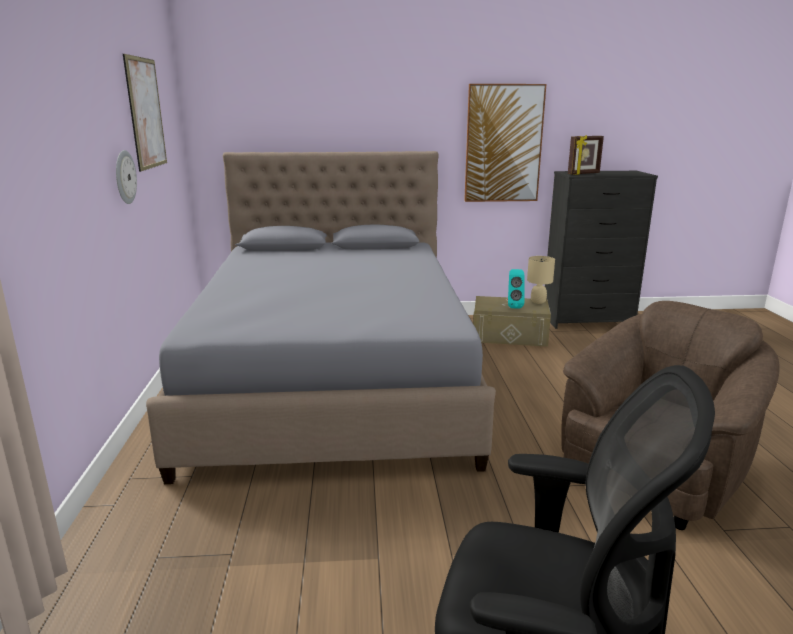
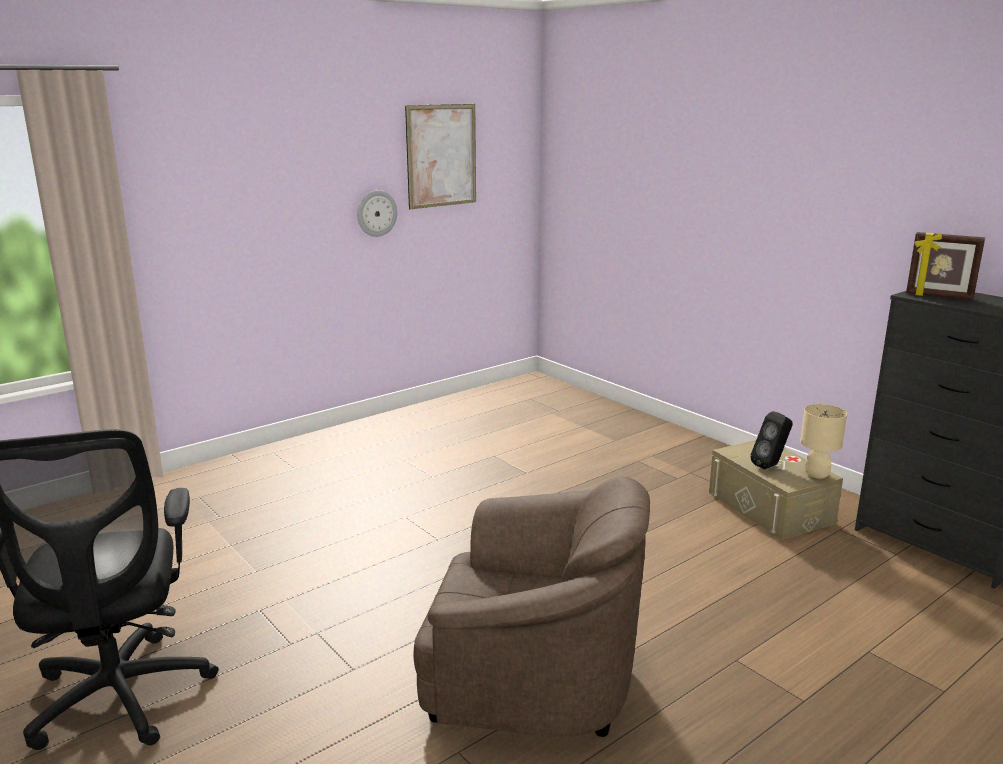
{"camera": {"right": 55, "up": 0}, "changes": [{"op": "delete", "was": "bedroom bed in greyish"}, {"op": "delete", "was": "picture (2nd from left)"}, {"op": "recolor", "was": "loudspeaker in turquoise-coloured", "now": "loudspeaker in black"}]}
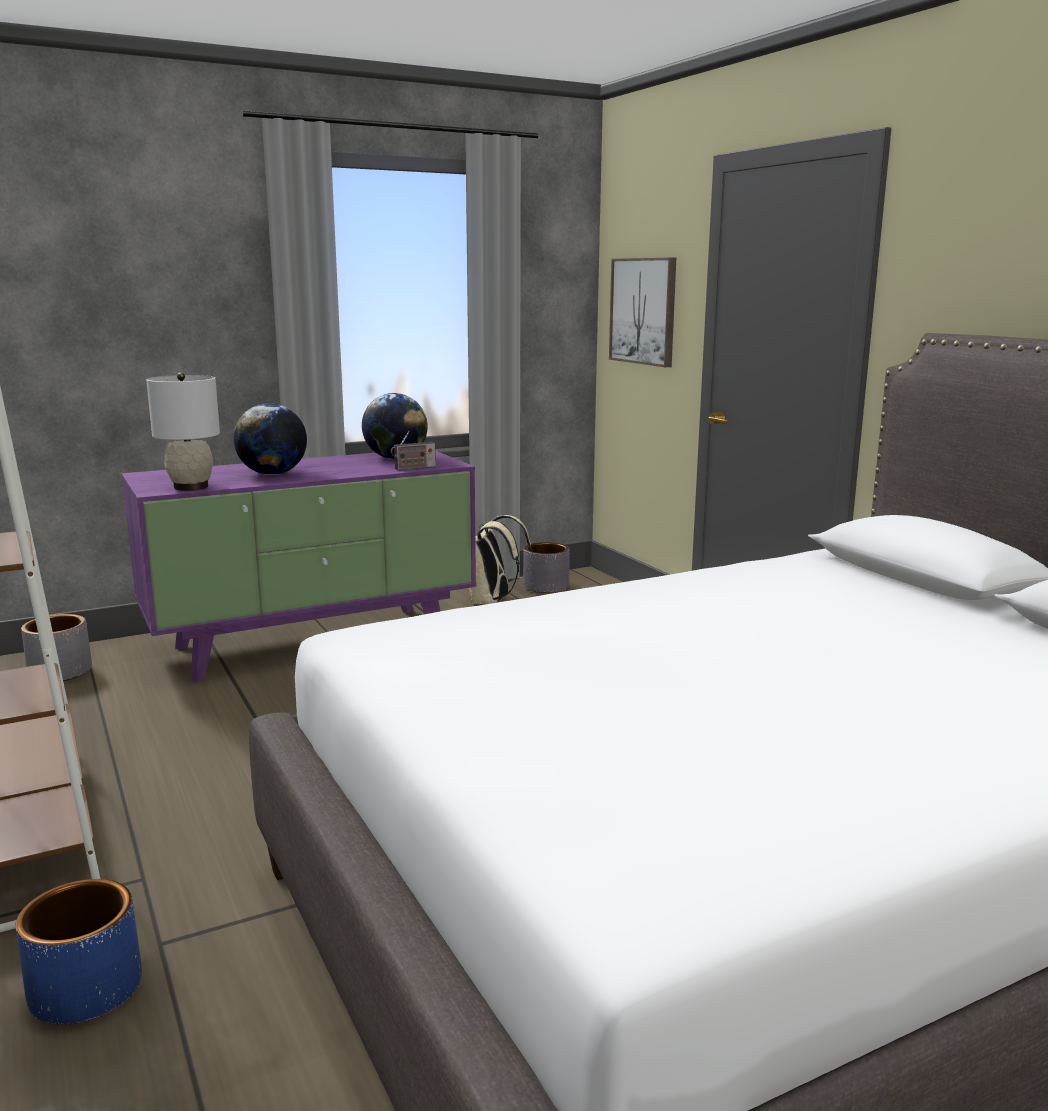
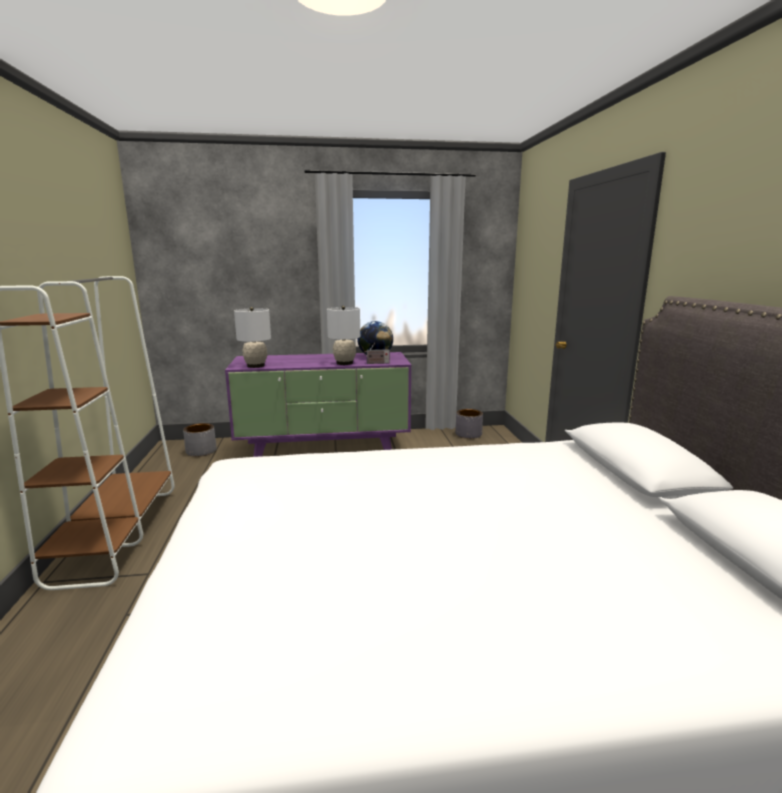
{"camera": {"right": 20, "up": 0}, "changes": [{"op": "delete", "was": "plant pot in blue-coloured"}, {"op": "delete", "was": "desk globe (1st from left)"}, {"op": "delete", "was": "rucksack in beige"}, {"op": "delete", "was": "picture"}, {"op": "insert", "now": "tabletop lamp in whitish (2nd from left)"}]}
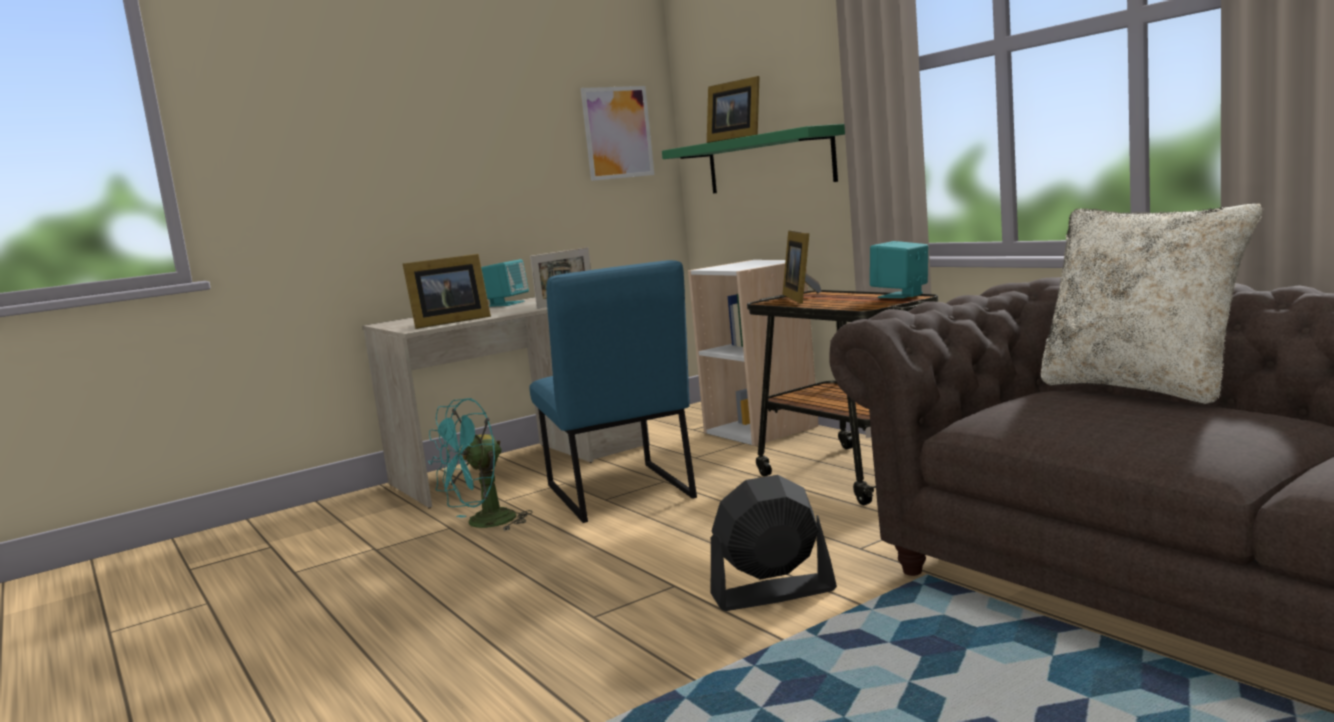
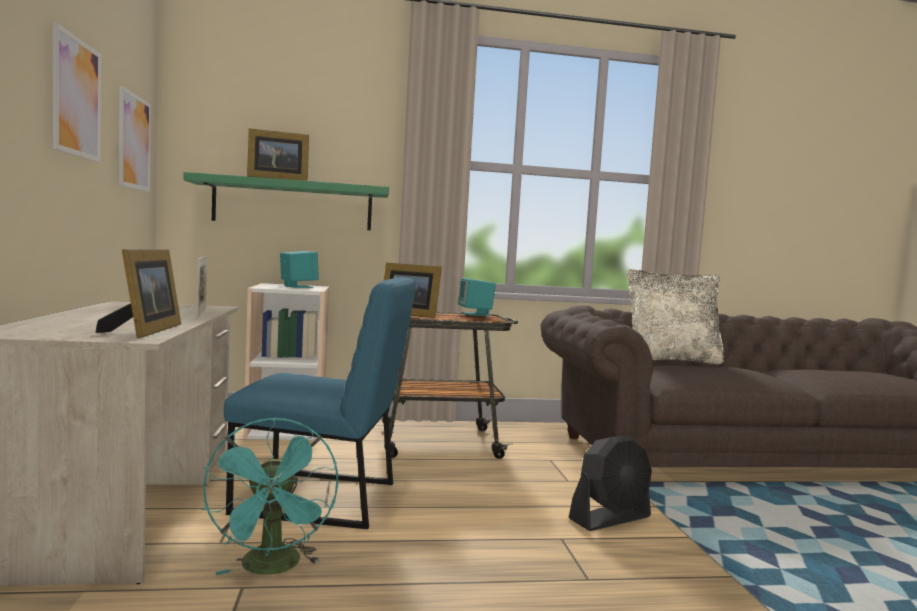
{"camera": {"right": -65, "up": -5}, "changes": [{"op": "insert", "now": "picture (1st from left)"}, {"op": "move", "was": "loudspeaker in turquoise-coloured (1st from left)"}, {"op": "rotate", "was": "electric fan in black", "clockwise": -135}]}
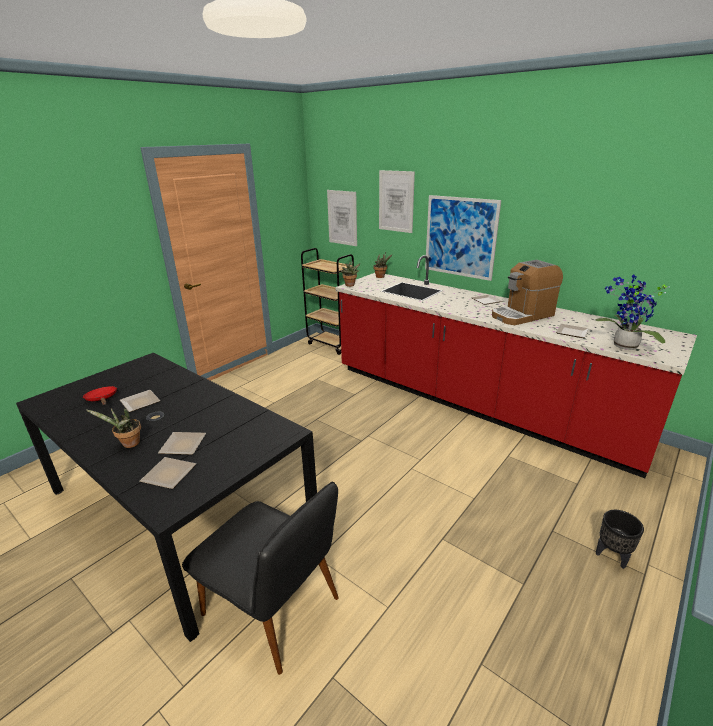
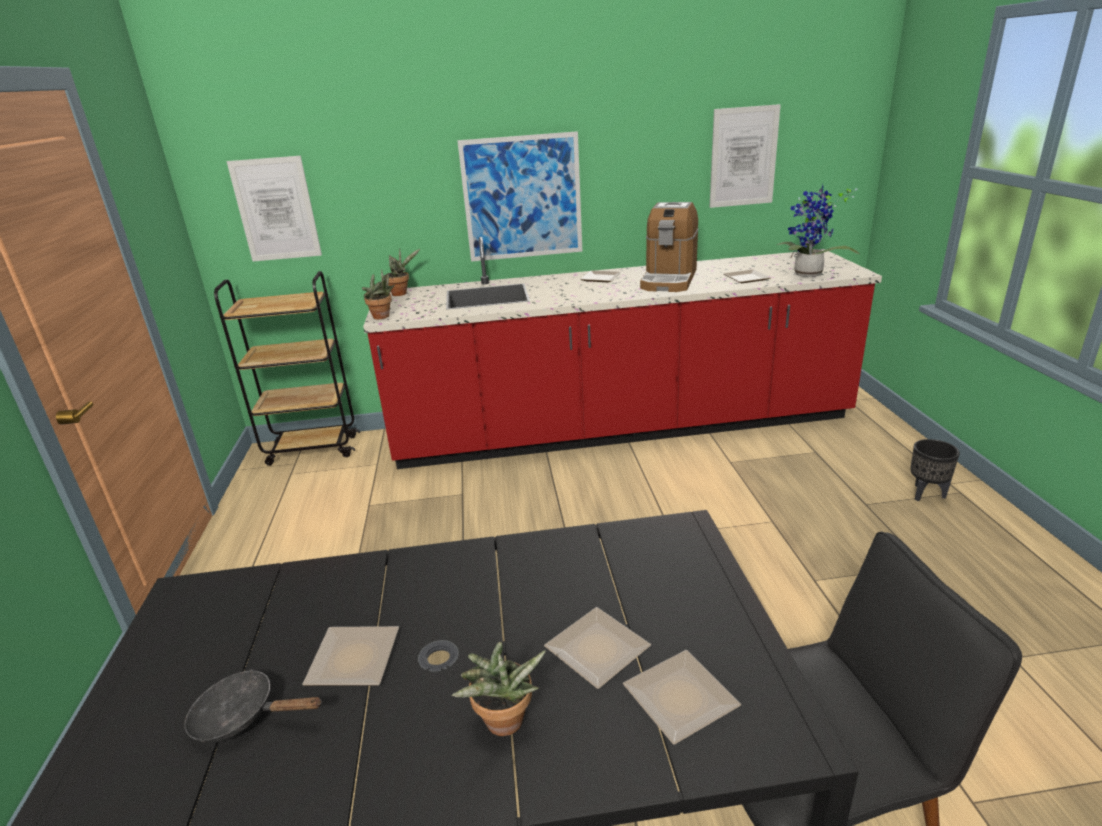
{"camera": {"right": -45, "up": 0}, "changes": [{"op": "move", "was": "picture (2nd from left in the first image)", "now": "picture (3rd from left)"}, {"op": "recolor", "was": "skillet in reddish", "now": "skillet in black"}]}
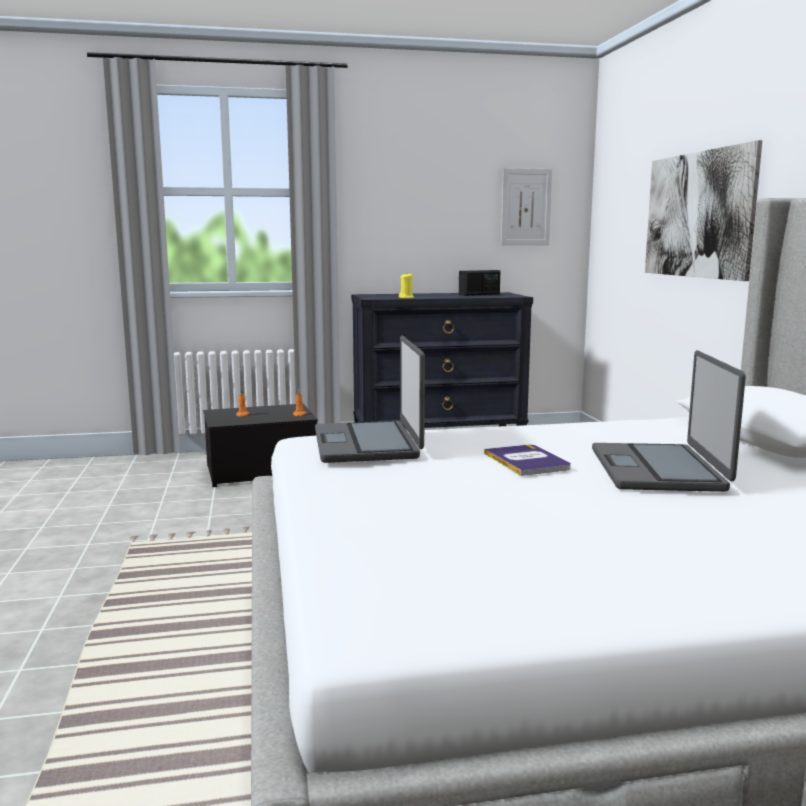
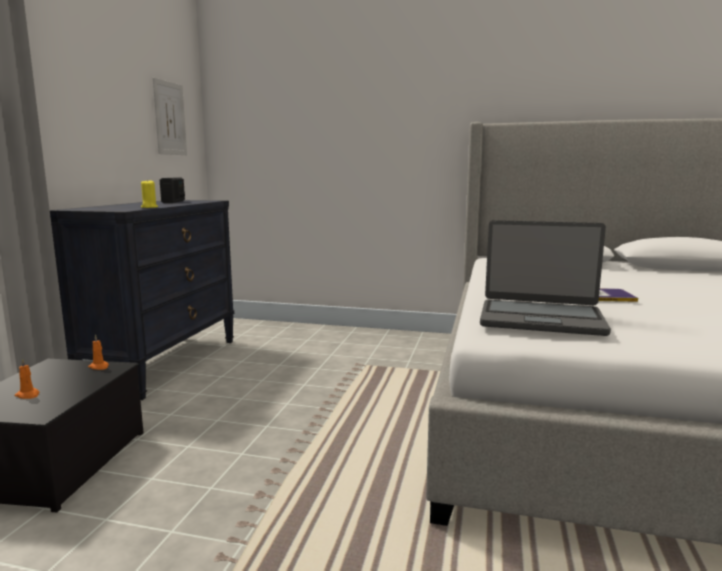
{"camera": {"right": -65, "up": 0}, "changes": [{"op": "delete", "was": "laptop (2nd from left)"}, {"op": "delete", "was": "picture (2nd from left)"}]}
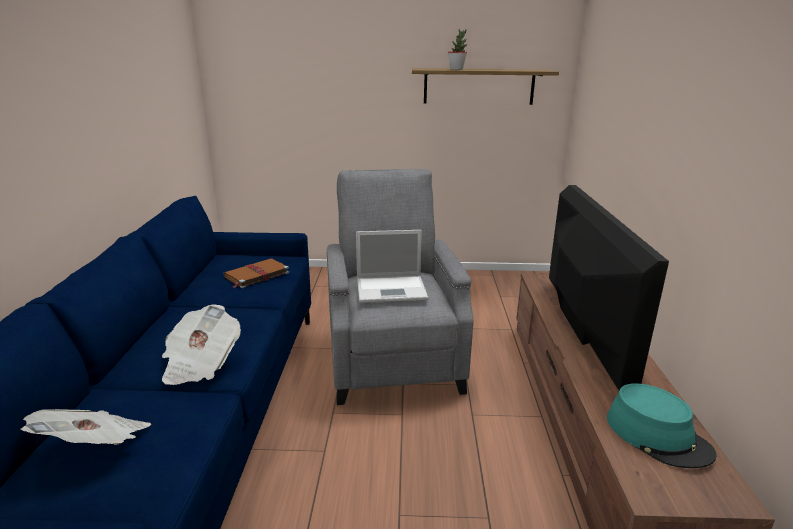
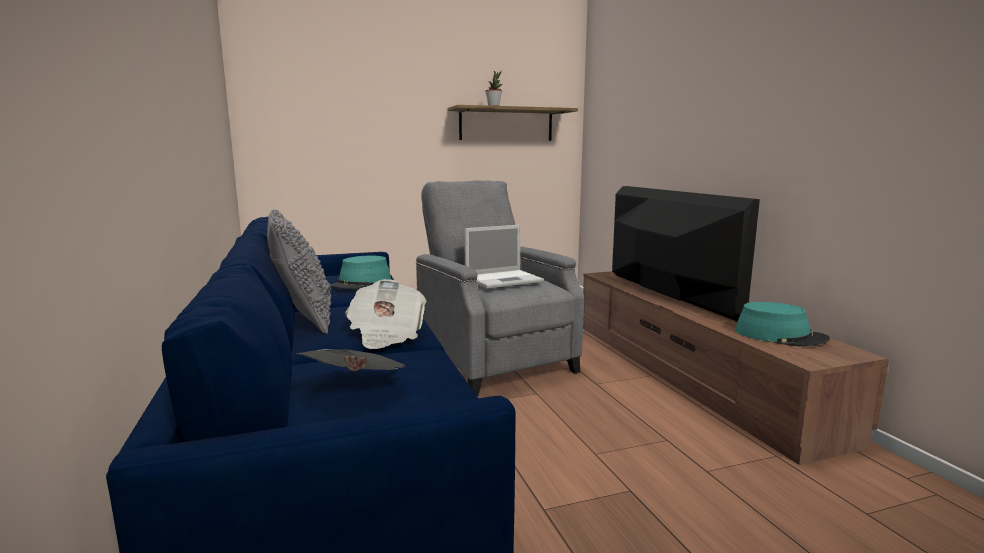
{"camera": {"right": -20, "up": -10}, "changes": [{"op": "insert", "now": "throw pillow in greyish"}, {"op": "replace", "was": "book in brown", "now": "clothing hat in turquoise-coloured (1st from left)"}]}
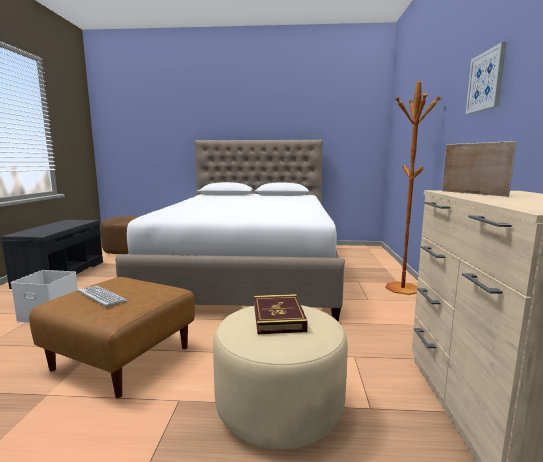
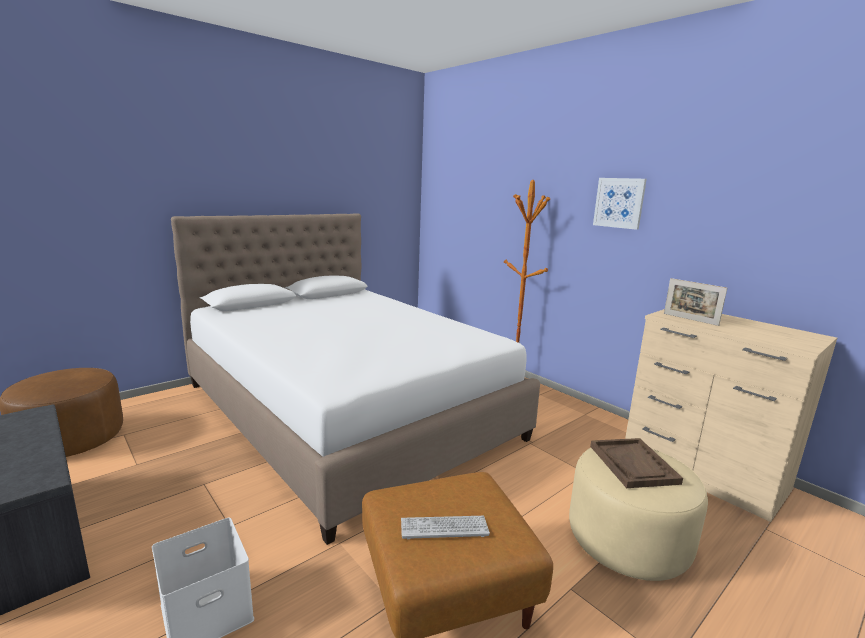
{"camera": {"right": -45, "up": 5}, "changes": [{"op": "replace", "was": "book", "now": "tray in brown"}, {"op": "rotate", "was": "photo frame", "clockwise": -150}]}
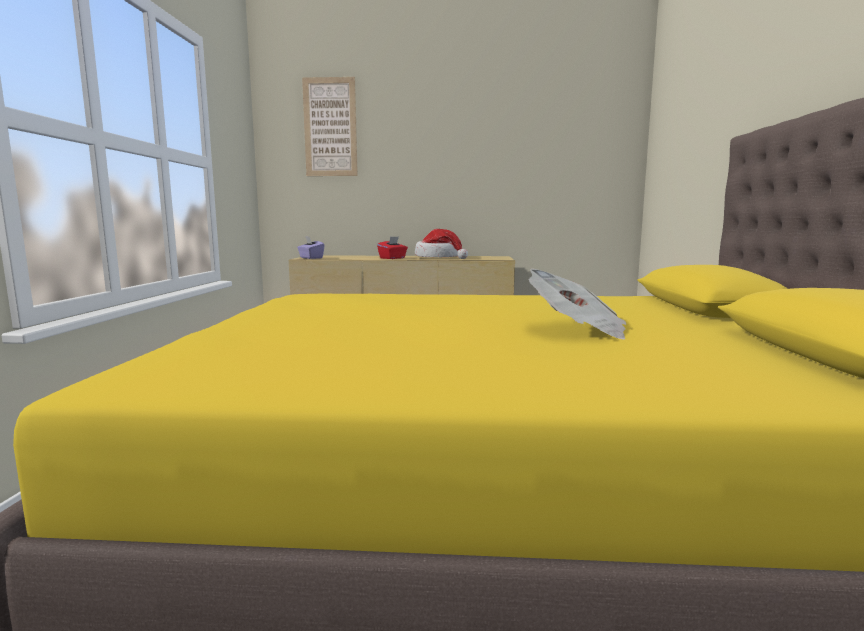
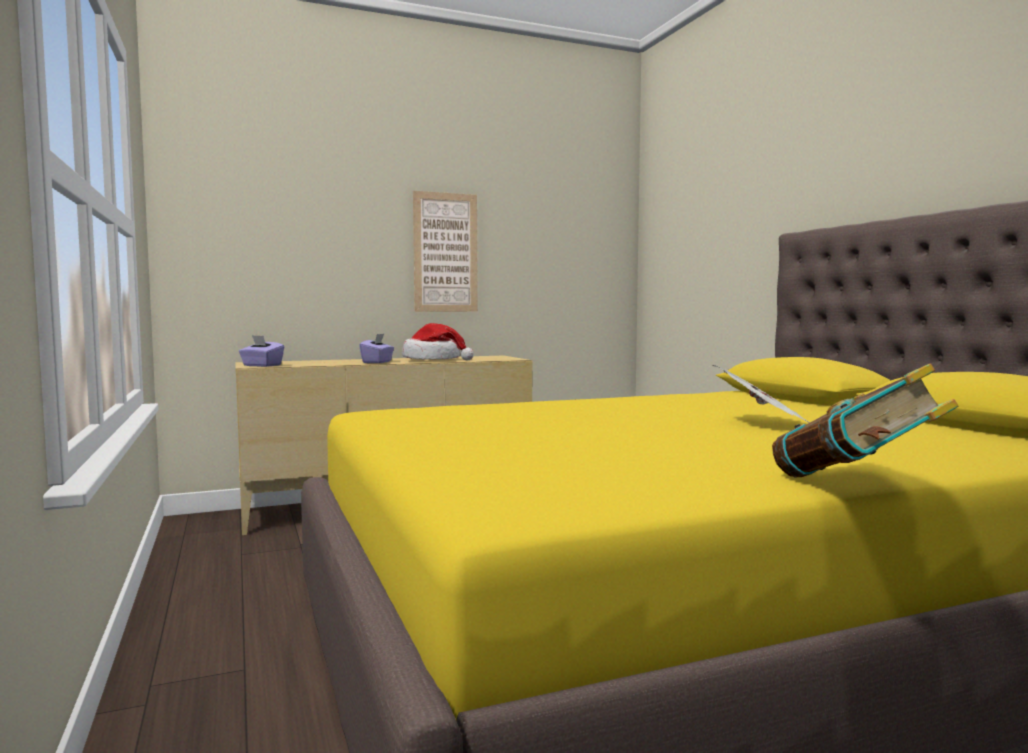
{"camera": {"right": -25, "up": -5}, "changes": [{"op": "insert", "now": "book"}, {"op": "move", "was": "picture"}, {"op": "recolor", "was": "box of tissues in reddish", "now": "box of tissues in purple (2nd from left)"}]}
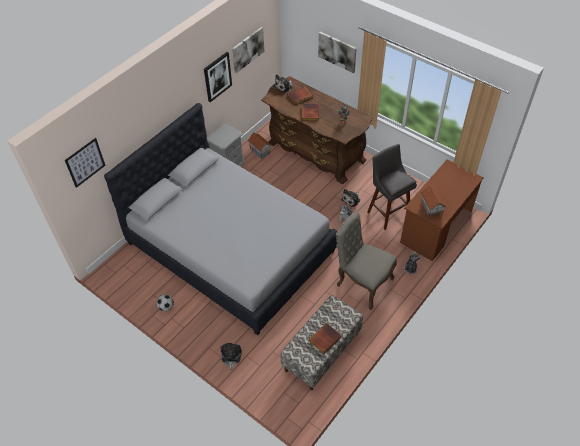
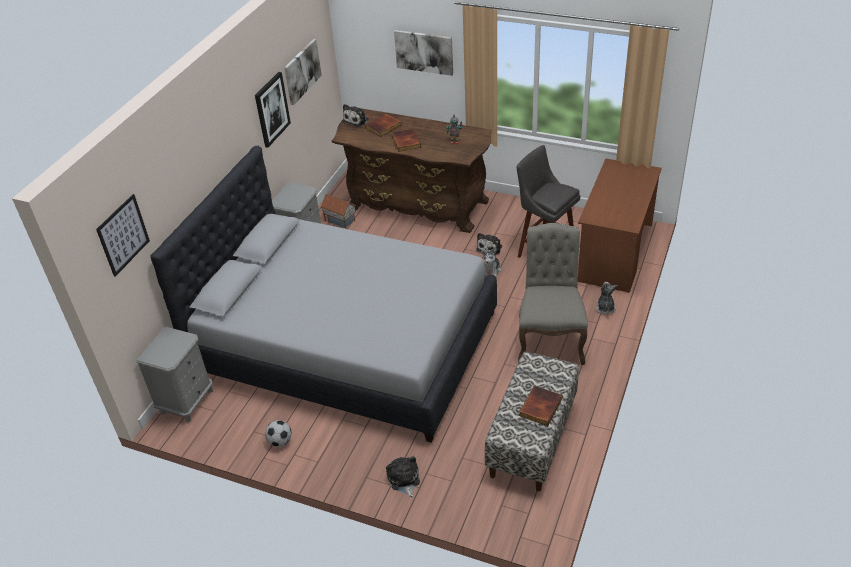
{"camera": {"right": -15, "up": -10}, "changes": [{"op": "delete", "was": "toy house (2nd from left)"}, {"op": "insert", "now": "bedside table in greyish (1st from left)"}, {"op": "rotate", "was": "chair in greyish", "clockwise": 75}]}
